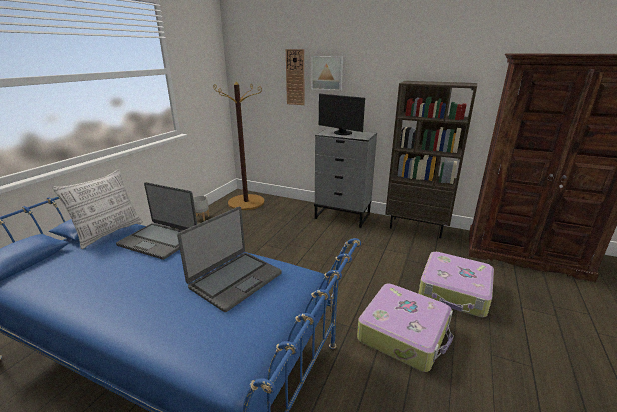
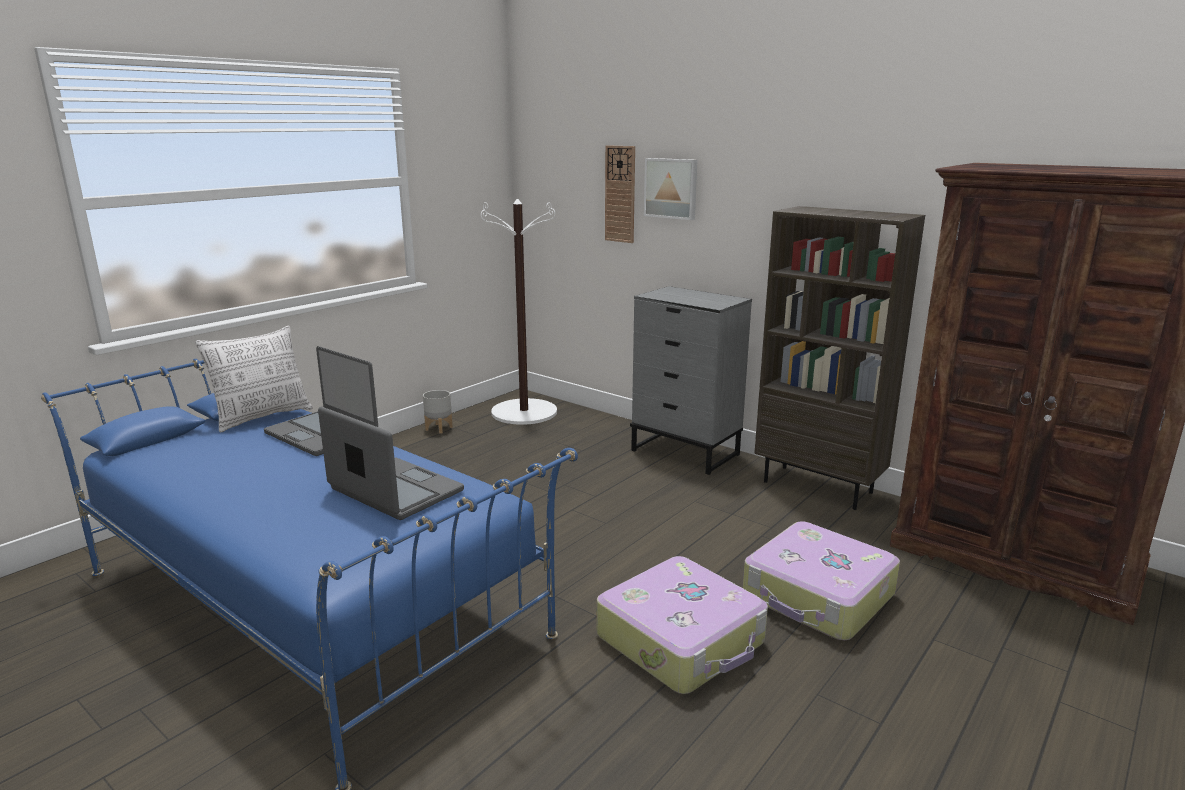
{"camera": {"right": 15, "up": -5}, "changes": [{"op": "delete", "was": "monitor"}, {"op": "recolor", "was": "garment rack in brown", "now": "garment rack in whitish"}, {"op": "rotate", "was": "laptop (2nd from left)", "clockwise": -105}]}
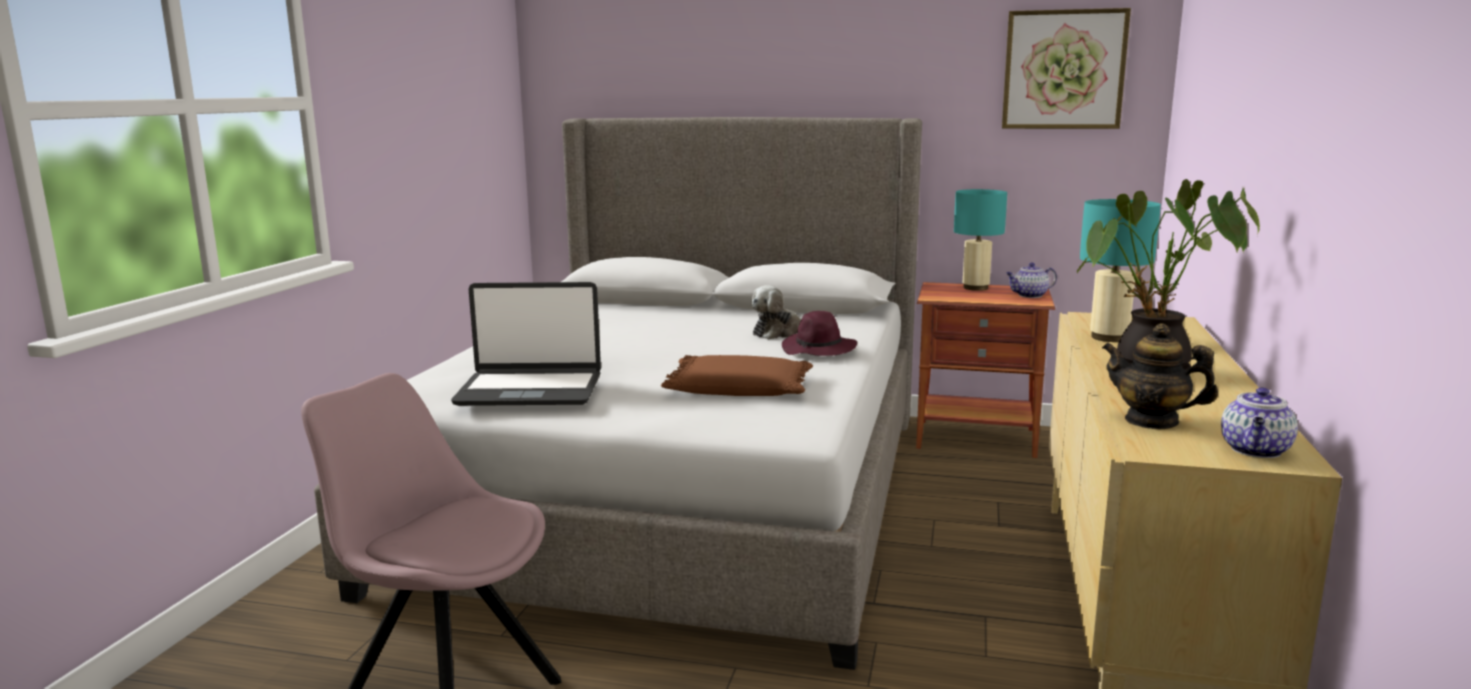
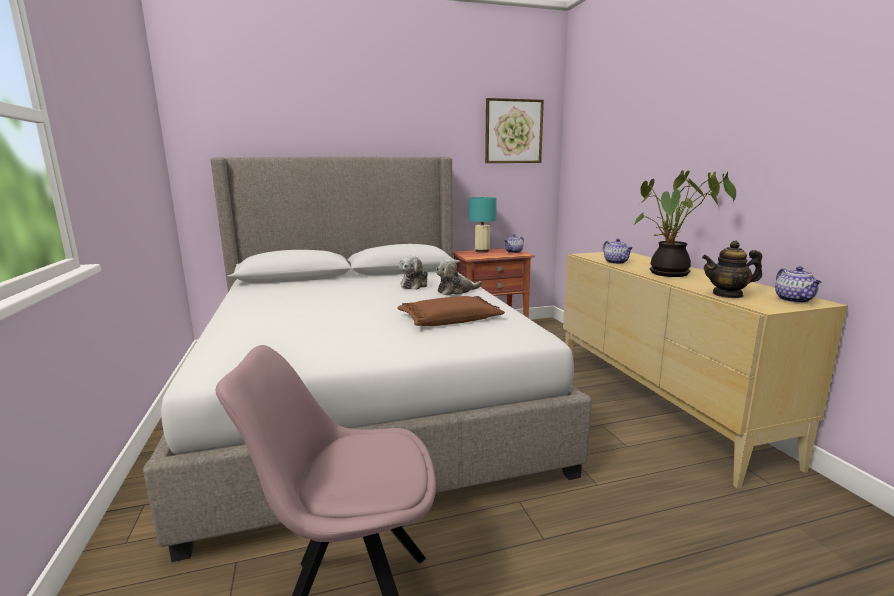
{"camera": {"right": -30, "up": 0}, "changes": [{"op": "delete", "was": "laptop"}, {"op": "replace", "was": "clothing hat in purple", "now": "cuddly toy (2nd from left)"}, {"op": "replace", "was": "tabletop lamp in turquoise-coloured (2nd from left)", "now": "pot for tea (2nd from left)"}]}
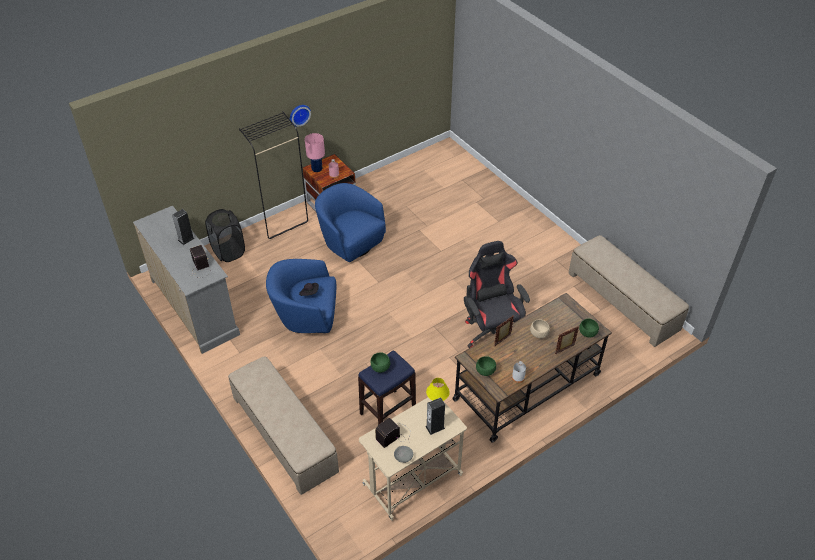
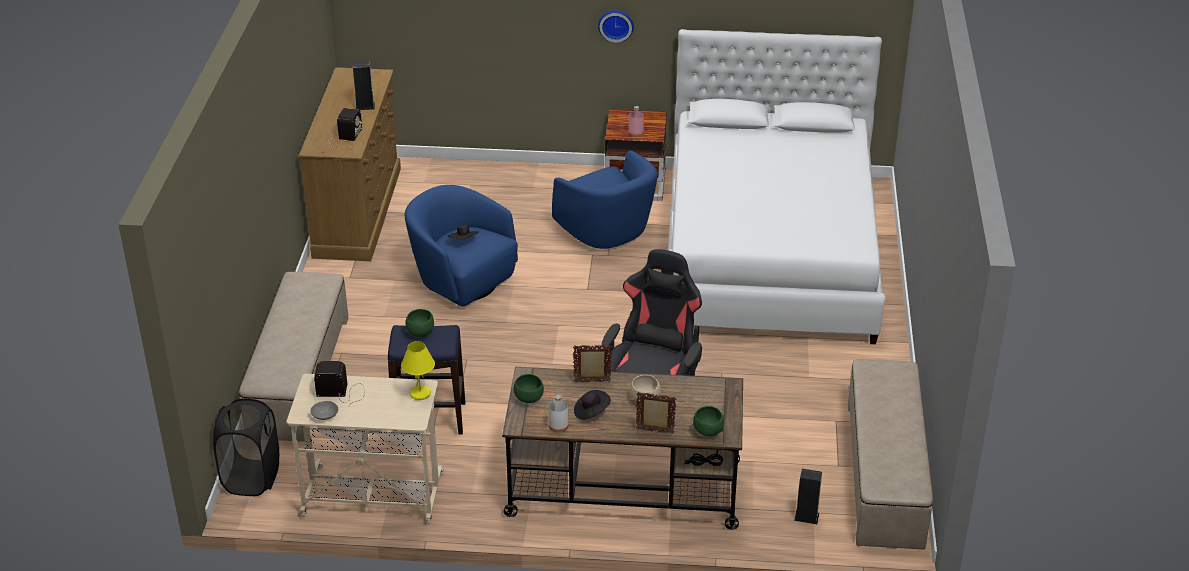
{"camera": {"right": 40, "up": -10}, "changes": [{"op": "delete", "was": "garment rack in black"}, {"op": "delete", "was": "tabletop lamp in pink"}, {"op": "insert", "now": "clothing hat in black (2nd from left)"}, {"op": "insert", "now": "bedroom bed in whitish"}, {"op": "move", "was": "washing basket in black"}, {"op": "move", "was": "loudspeaker (2nd from left)"}, {"op": "recolor", "was": "drawer chest in greyish", "now": "drawer chest in brown"}, {"op": "rotate", "was": "easy chair in blue-coloured (2nd from left)", "clockwise": 150}]}
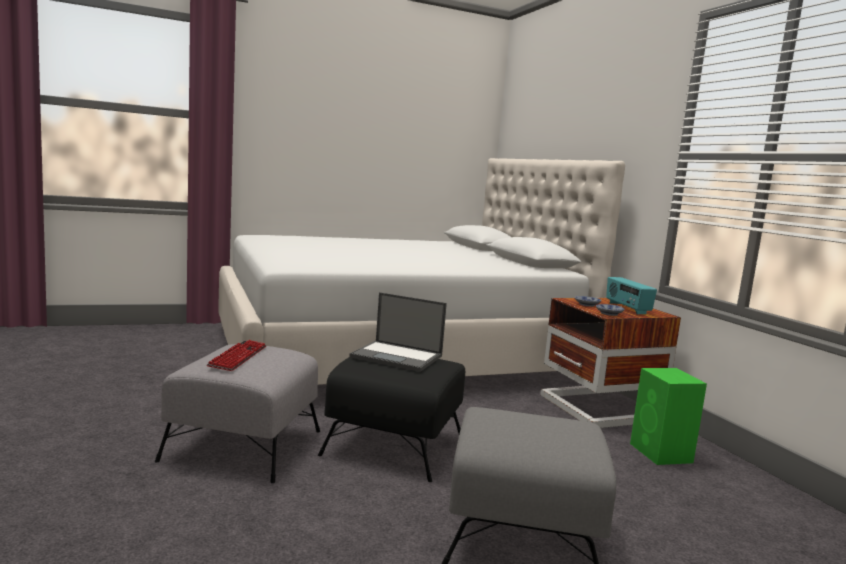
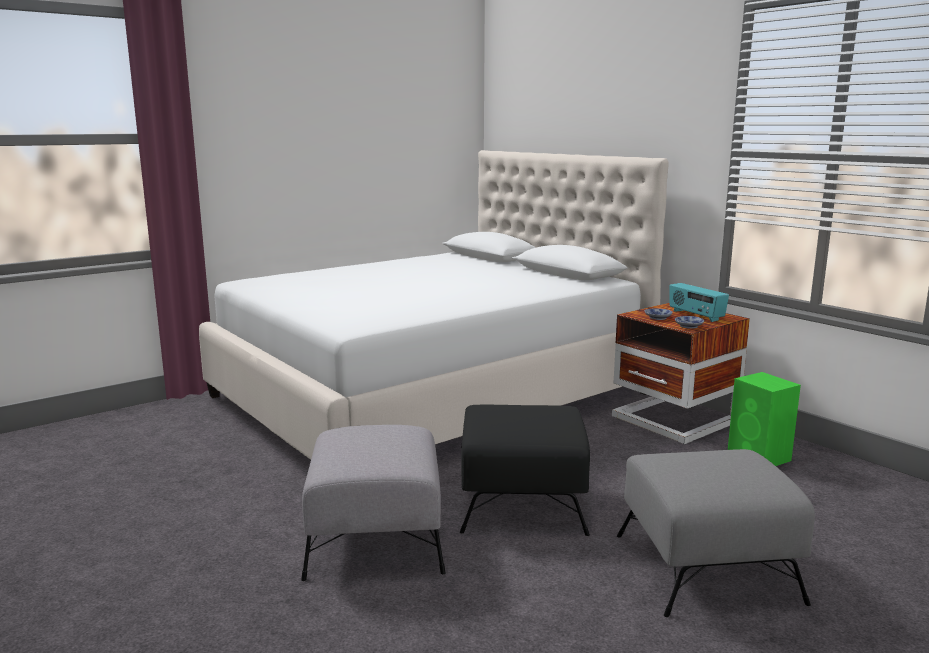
{"camera": {"right": -15, "up": 5}, "changes": [{"op": "delete", "was": "computer keyboard"}, {"op": "delete", "was": "laptop"}]}
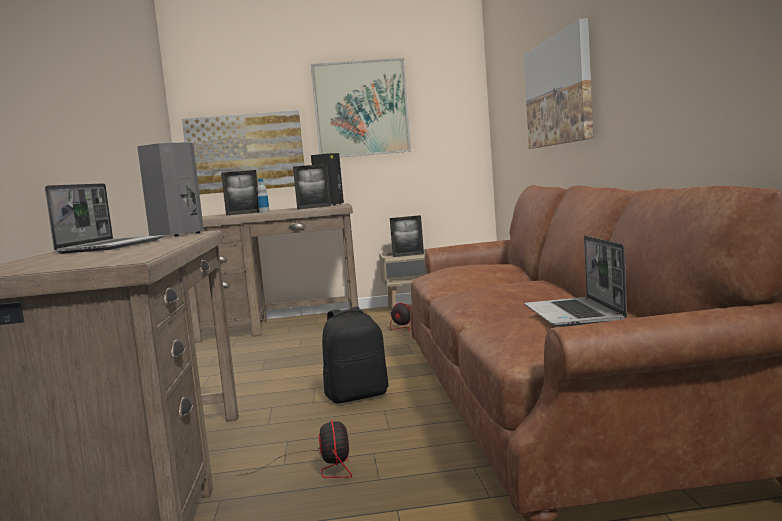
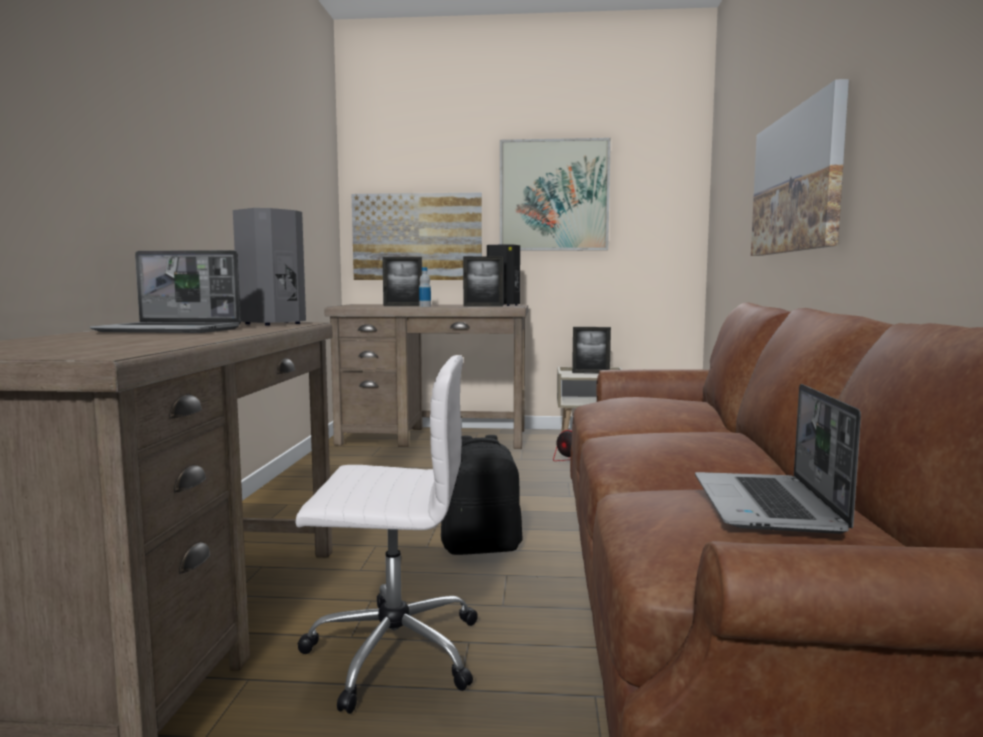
{"camera": {"right": 10, "up": 0}, "changes": [{"op": "replace", "was": "electric fan (1st from left)", "now": "desk chair in whitish"}, {"op": "rotate", "was": "laptop (1st from left)", "clockwise": 75}]}
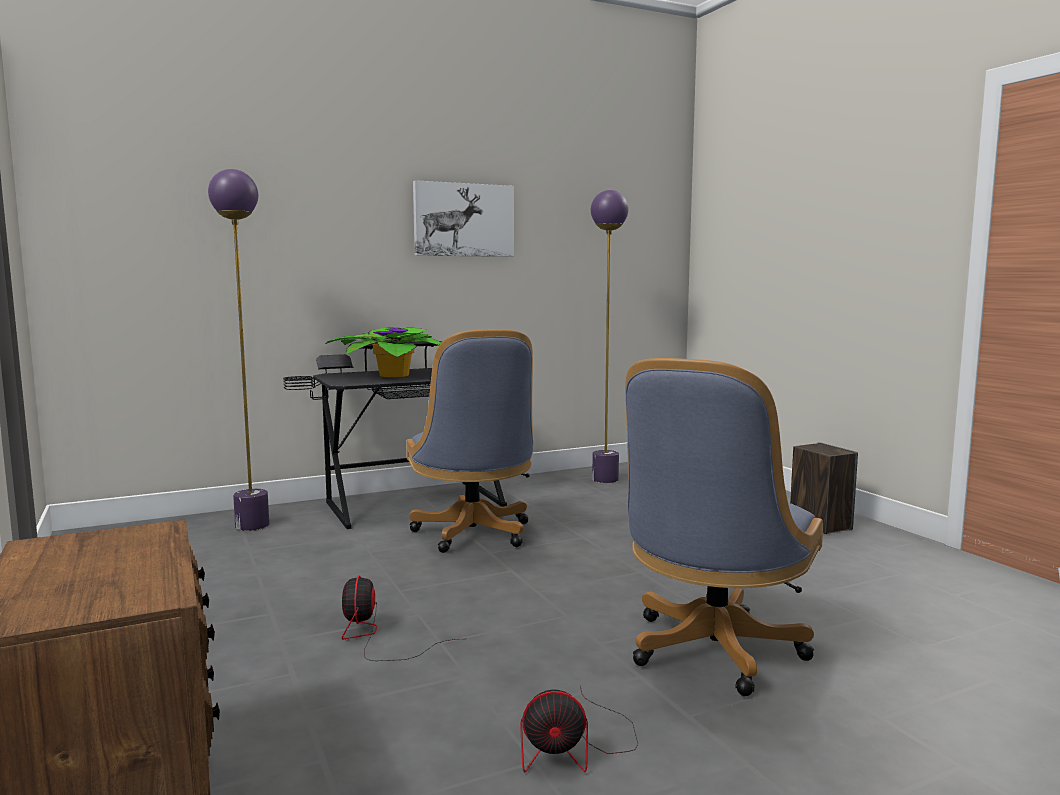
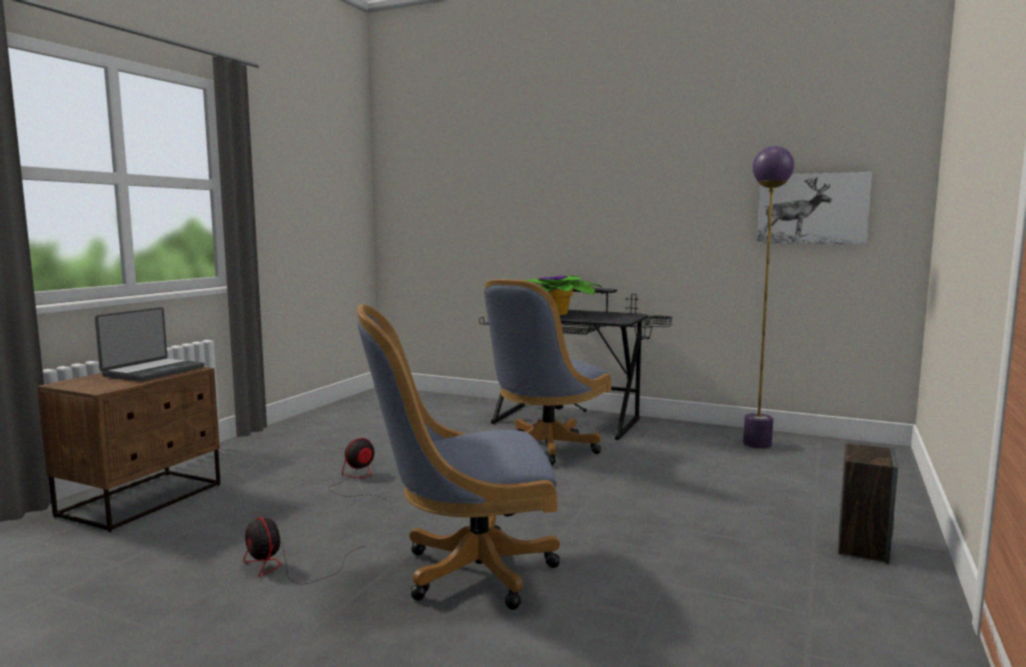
{"camera": {"right": 50, "up": 0}, "changes": [{"op": "delete", "was": "floor lamp in purple (1st from left)"}, {"op": "insert", "now": "laptop"}, {"op": "move", "was": "picture"}]}
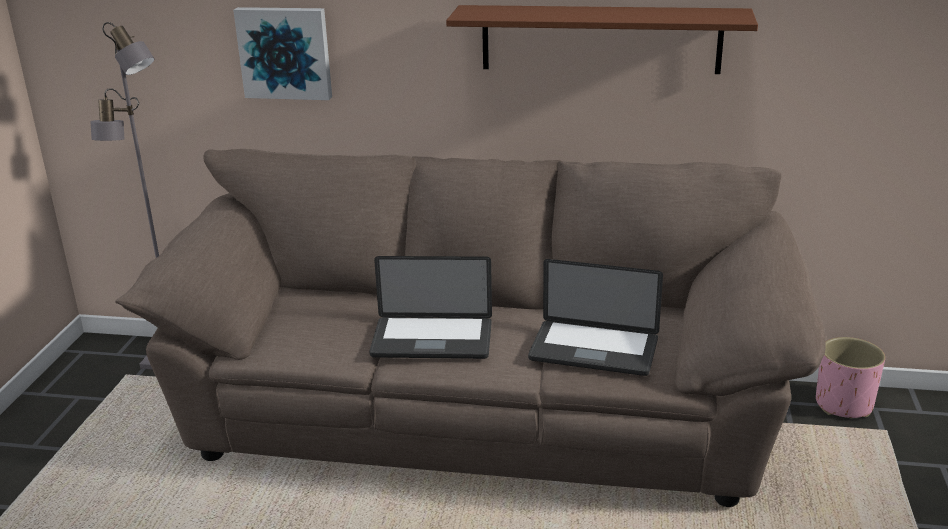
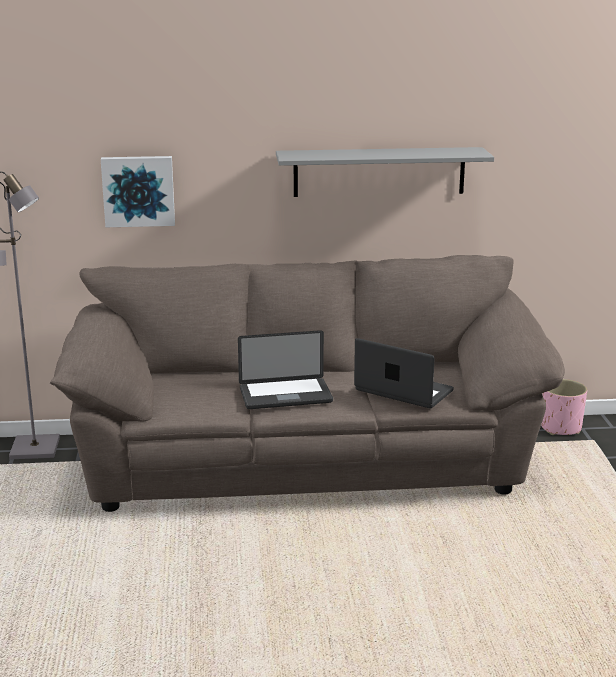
{"camera": {"right": -15, "up": -5}, "changes": [{"op": "recolor", "was": "bracket shelf in brown", "now": "bracket shelf in greyish"}, {"op": "rotate", "was": "laptop (2nd from left)", "clockwise": -150}]}
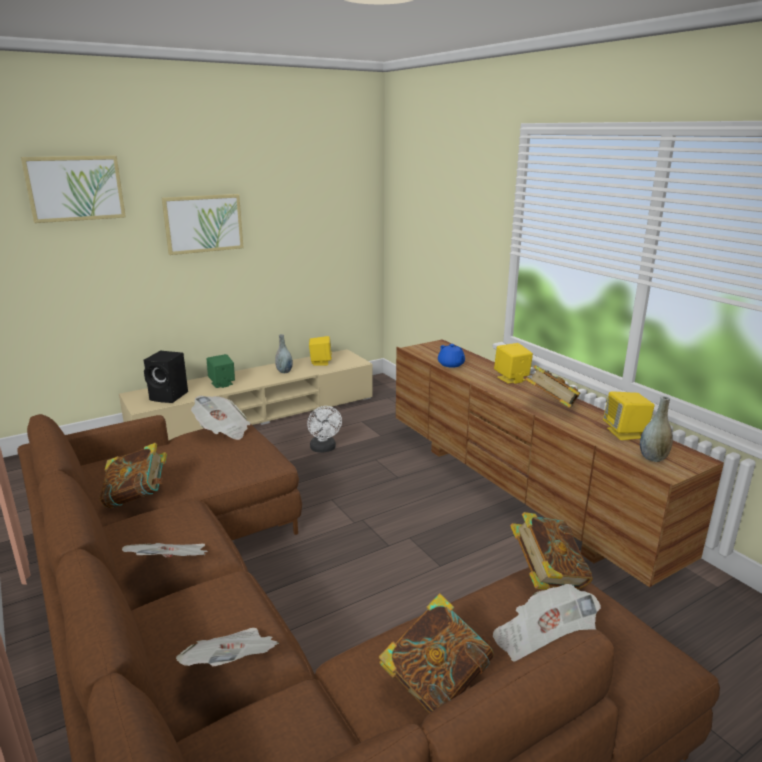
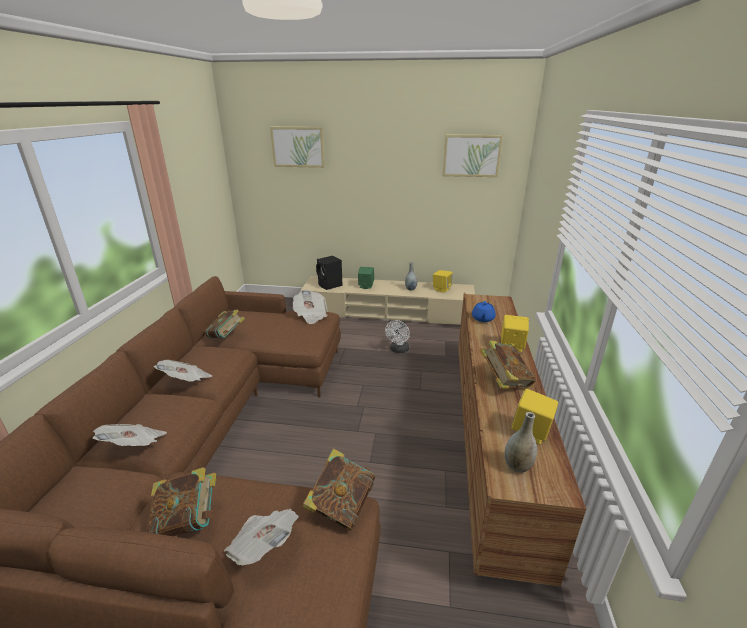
{"camera": {"right": 40, "up": 5}, "changes": [{"op": "move", "was": "picture (2nd from left)"}]}
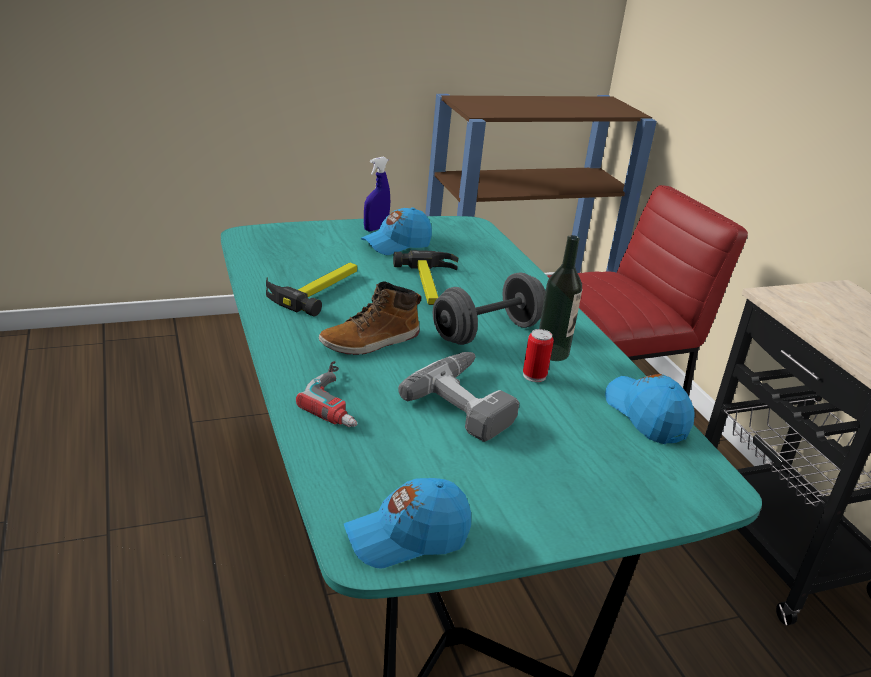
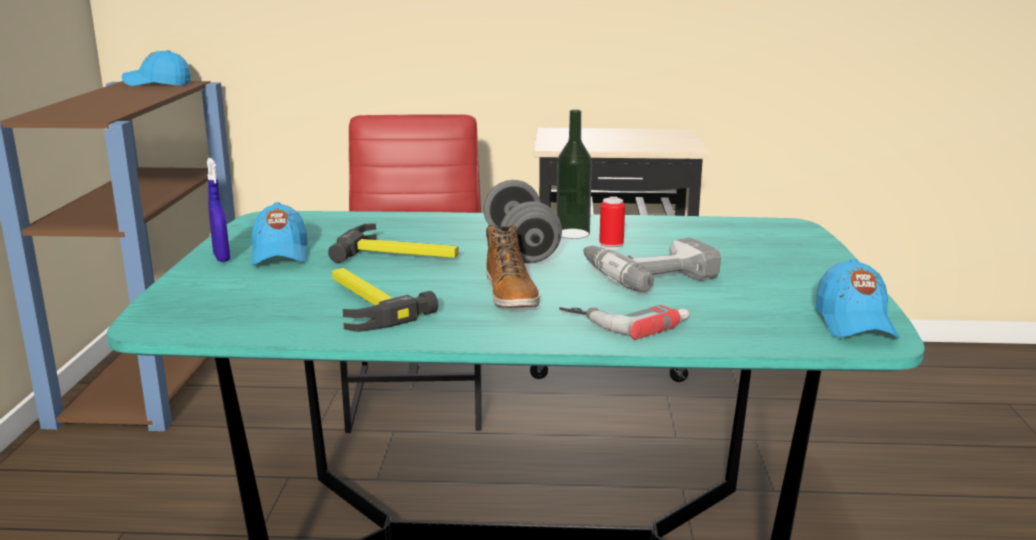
{"camera": {"right": -65, "up": -10}, "changes": [{"op": "move", "was": "baseball cap in blue-coloured (3rd from left in the first image)", "now": "baseball cap in blue-coloured (1st from left)"}]}
